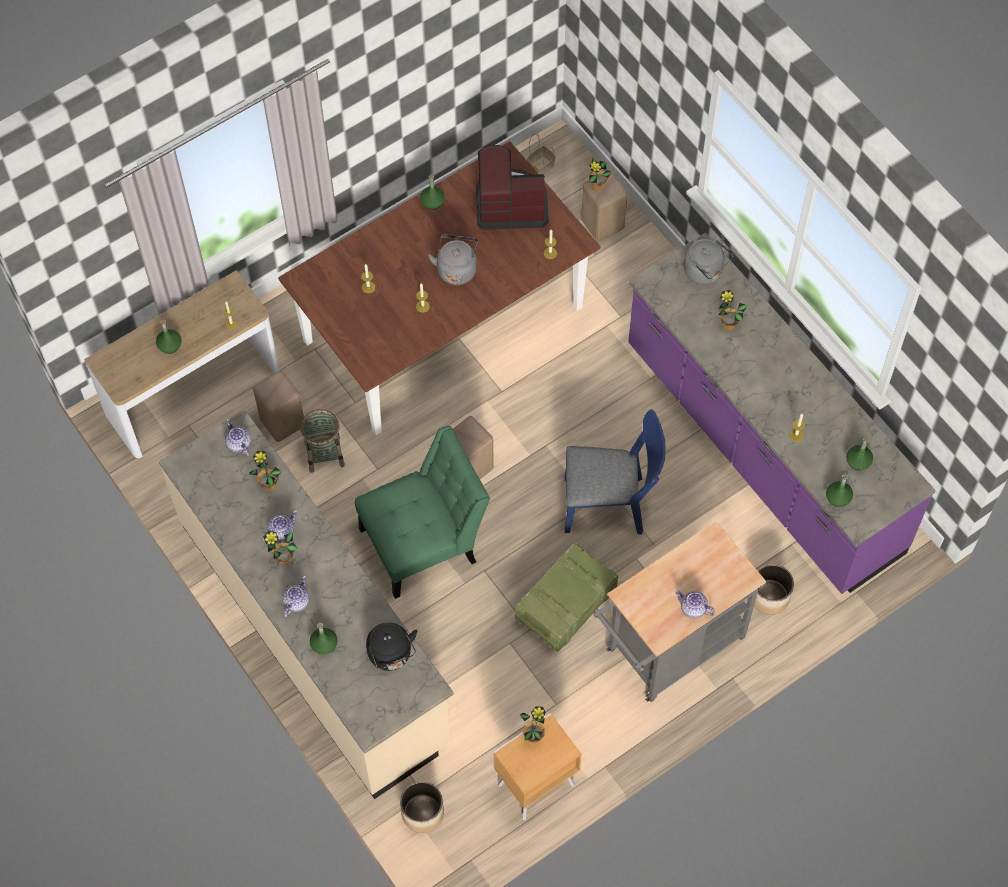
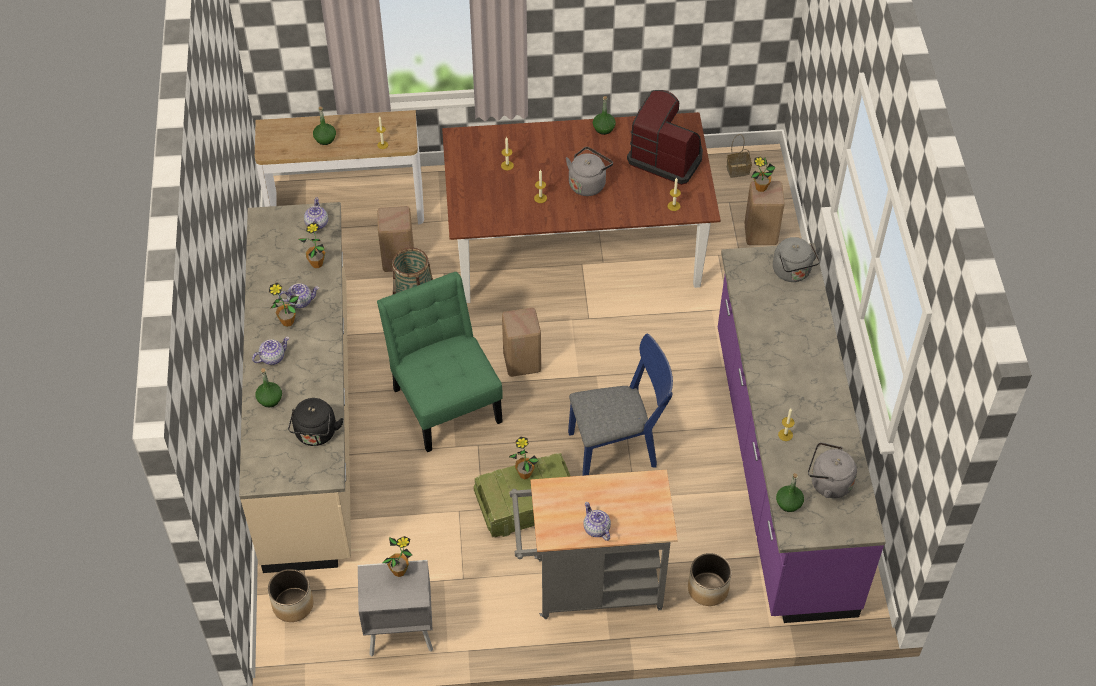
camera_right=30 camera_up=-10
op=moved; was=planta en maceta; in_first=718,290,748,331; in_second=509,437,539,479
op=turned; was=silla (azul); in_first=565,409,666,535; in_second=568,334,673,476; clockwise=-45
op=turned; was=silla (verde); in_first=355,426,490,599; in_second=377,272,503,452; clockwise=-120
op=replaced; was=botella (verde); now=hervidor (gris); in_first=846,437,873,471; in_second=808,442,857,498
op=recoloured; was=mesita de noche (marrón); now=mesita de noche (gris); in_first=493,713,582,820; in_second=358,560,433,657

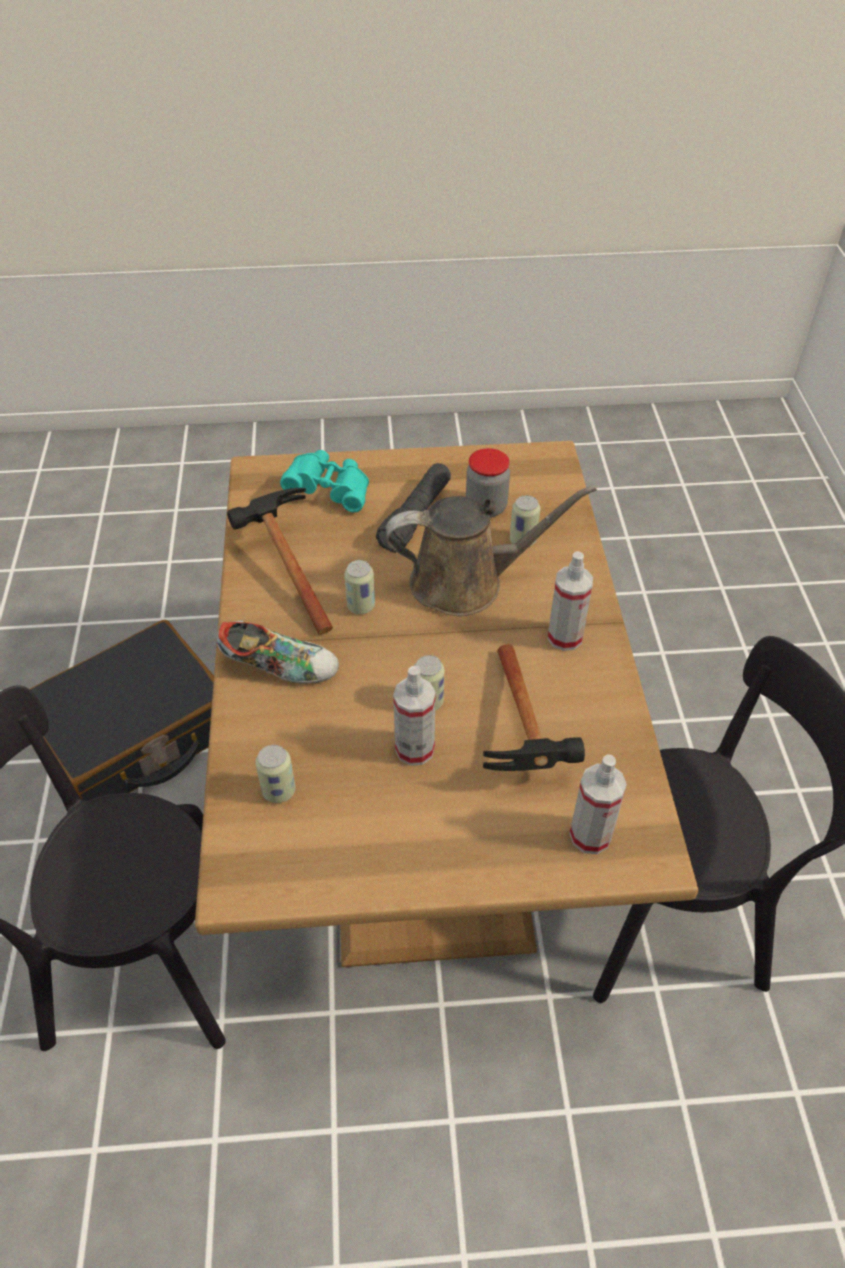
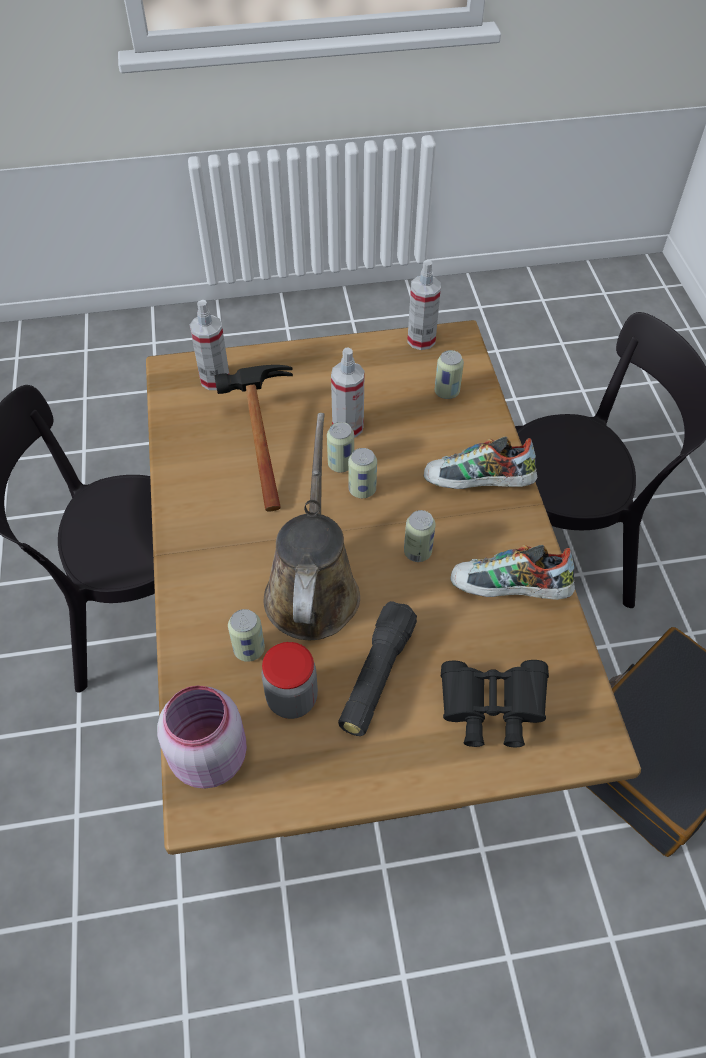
camera_right=175 camera_up=5
op=recoloured; was=prismáticos (turquesa); now=prismáticos (negro); in_first=280,450,369,512; in_second=441,660,549,747
op=turned; was=regadera (marrón); in_first=386,485,597,616; in_second=263,413,360,640; clockwise=105
op=replaced; was=martillo; now=zapato; in_first=227,488,333,635; in_second=450,545,575,600
op=moved; was=pulverizador; in_first=548,551,593,651; in_second=407,260,441,350
op=added; now=lata; in_second=348,448,377,498
op=added; now=tarro (rosa); in_second=157,686,247,789

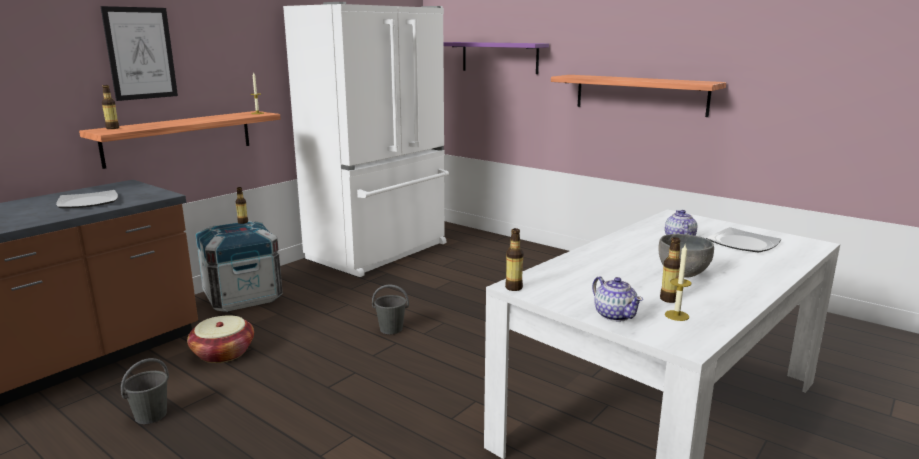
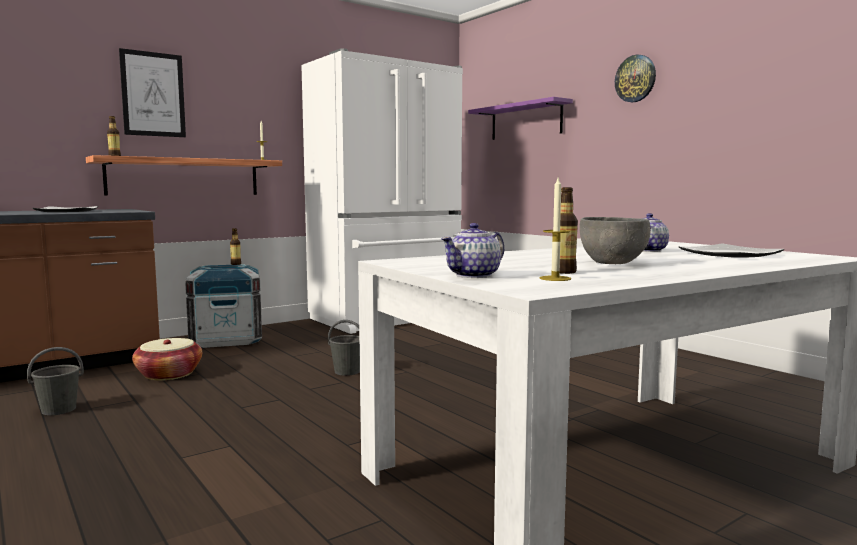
camera_right=15 camera_up=-10
op=removed; was=estante; in_first=551,75,726,117
op=removed; was=botella; in_first=505,228,523,291
op=turned; was=tetera; in_first=592,276,643,322; in_second=441,223,504,278; clockwise=60
op=added; now=reloj de pared; in_second=615,55,656,102

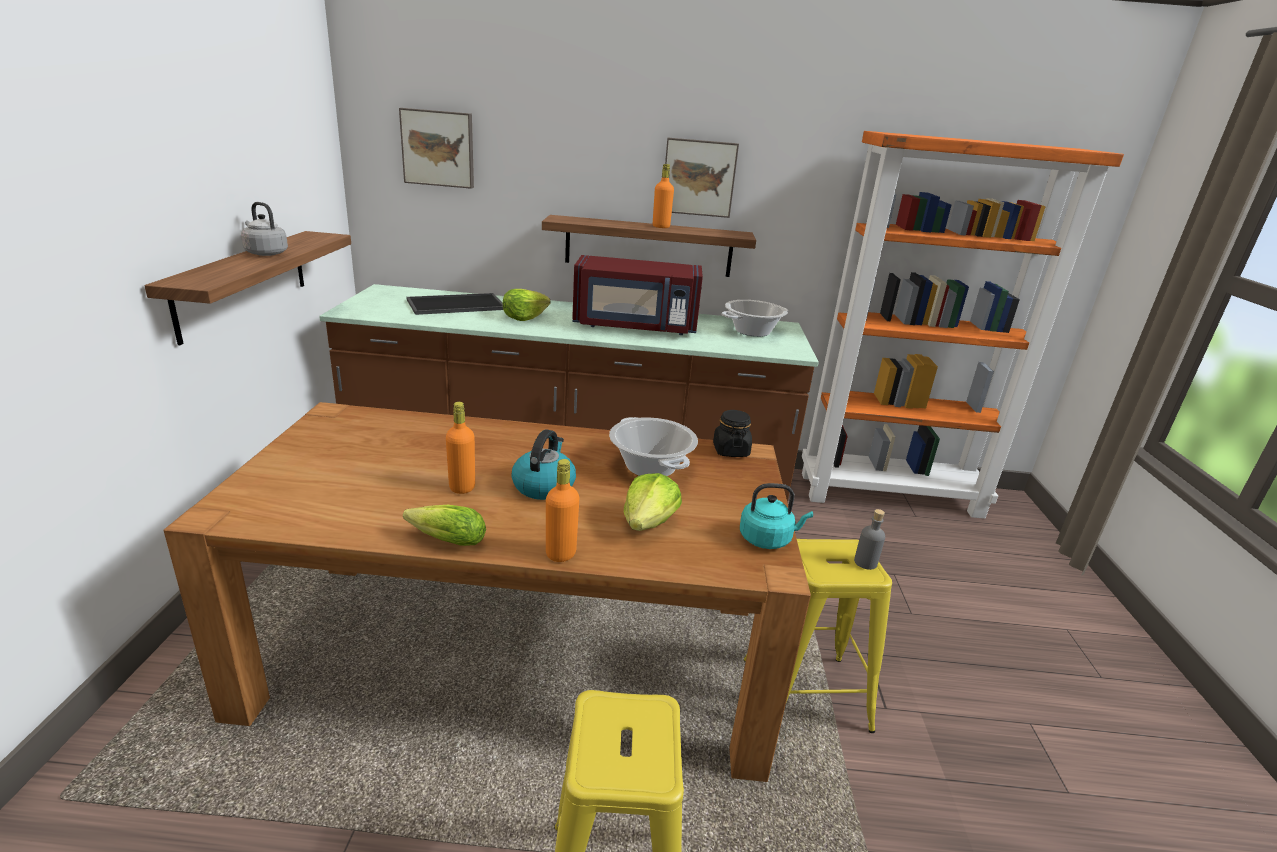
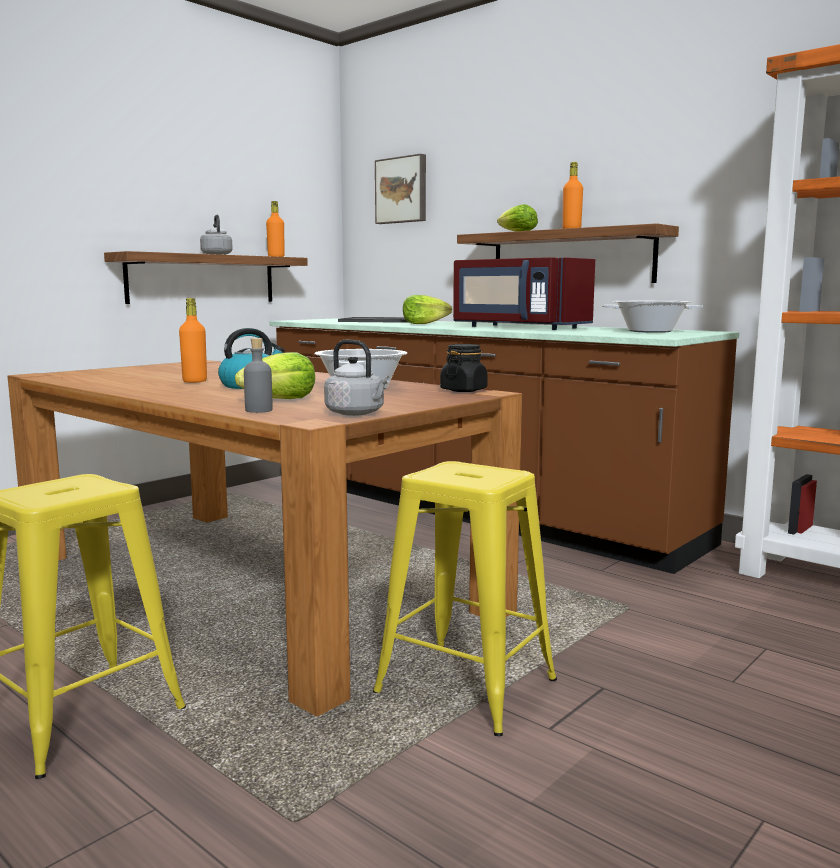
camera_right=40 camera_up=-15
op=removed; was=cuadro; in_first=665,138,739,218
op=moved; was=botella (naranja); in_first=546,459,579,562; in_second=266,201,285,257
op=recoloured; was=hervidor (turquesa); now=hervidor (gris); in_first=740,483,813,549; in_second=324,340,390,416
op=moved; was=lechuga; in_first=403,505,486,546; in_second=497,204,538,231
op=moved; was=botella (gris); in_first=854,509,885,570; in_second=244,338,272,413

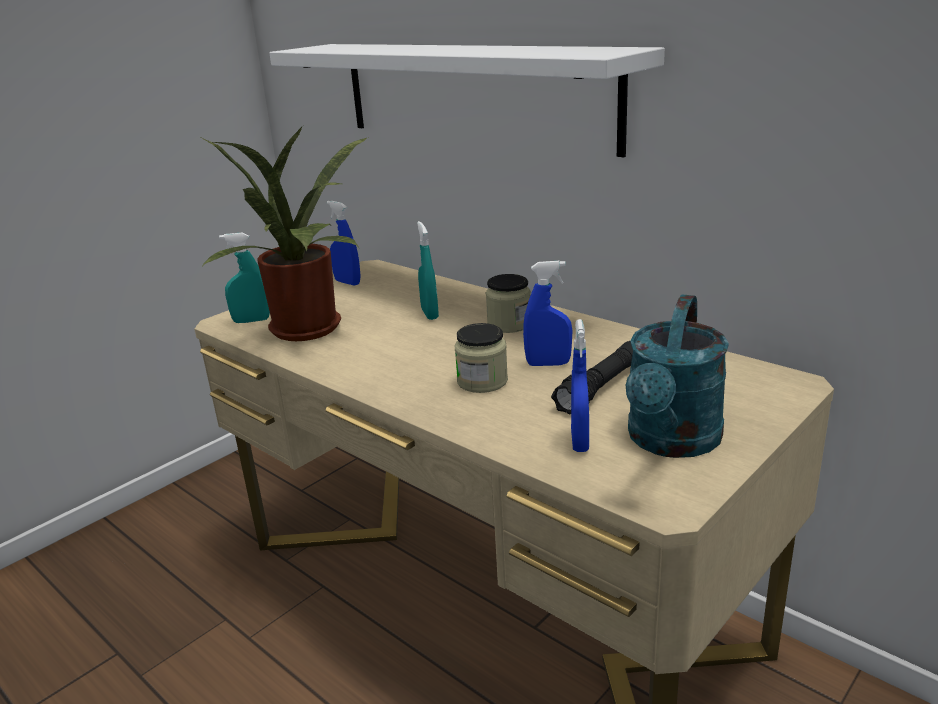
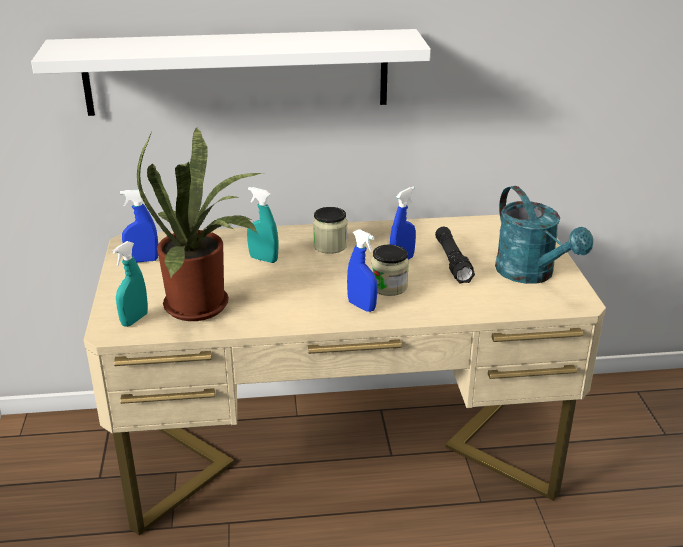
camera_right=-50 camera_up=5
op=moved; was=pulverizador (azul); in_first=571,319,589,452; in_second=347,229,377,312

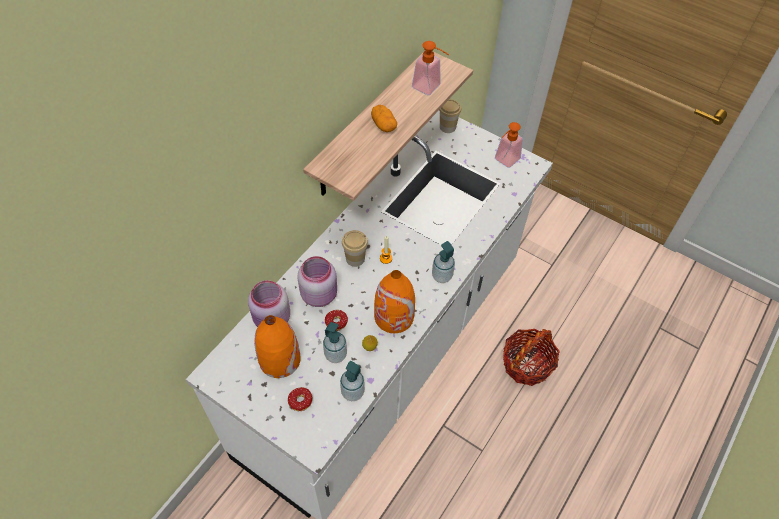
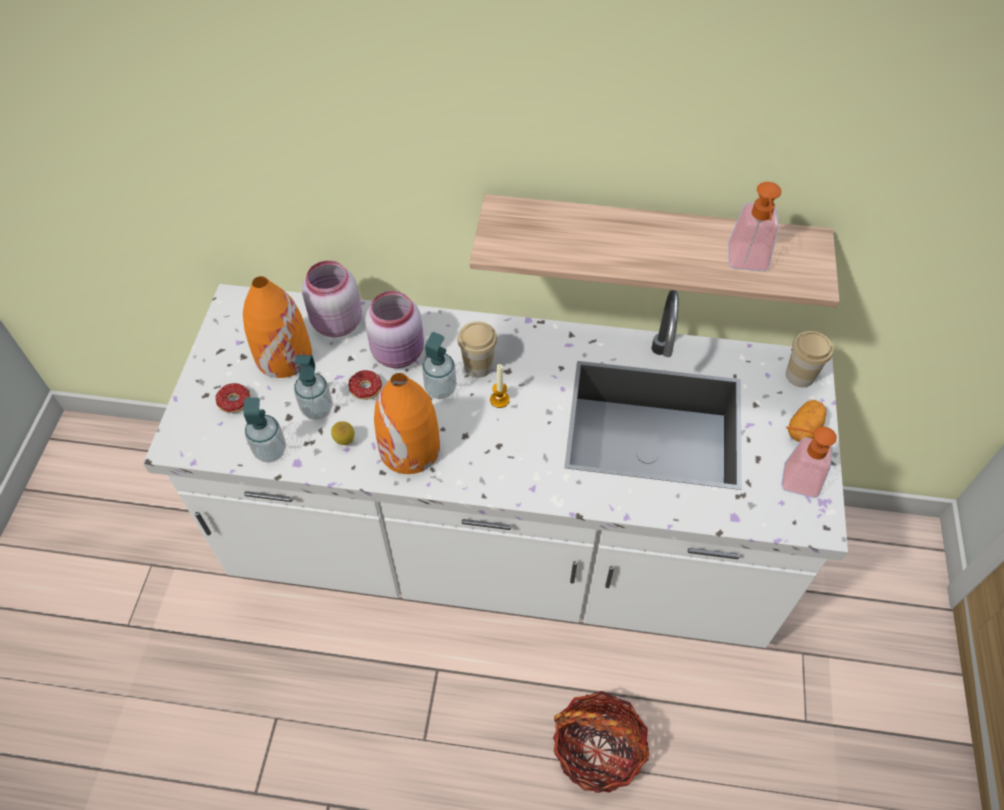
camera_right=65 camera_up=0
op=moved; was=patata; in_first=371,105,397,132; in_second=788,400,826,442
op=moved; was=dispensador de jabón; in_first=432,241,455,283; in_second=422,332,457,399

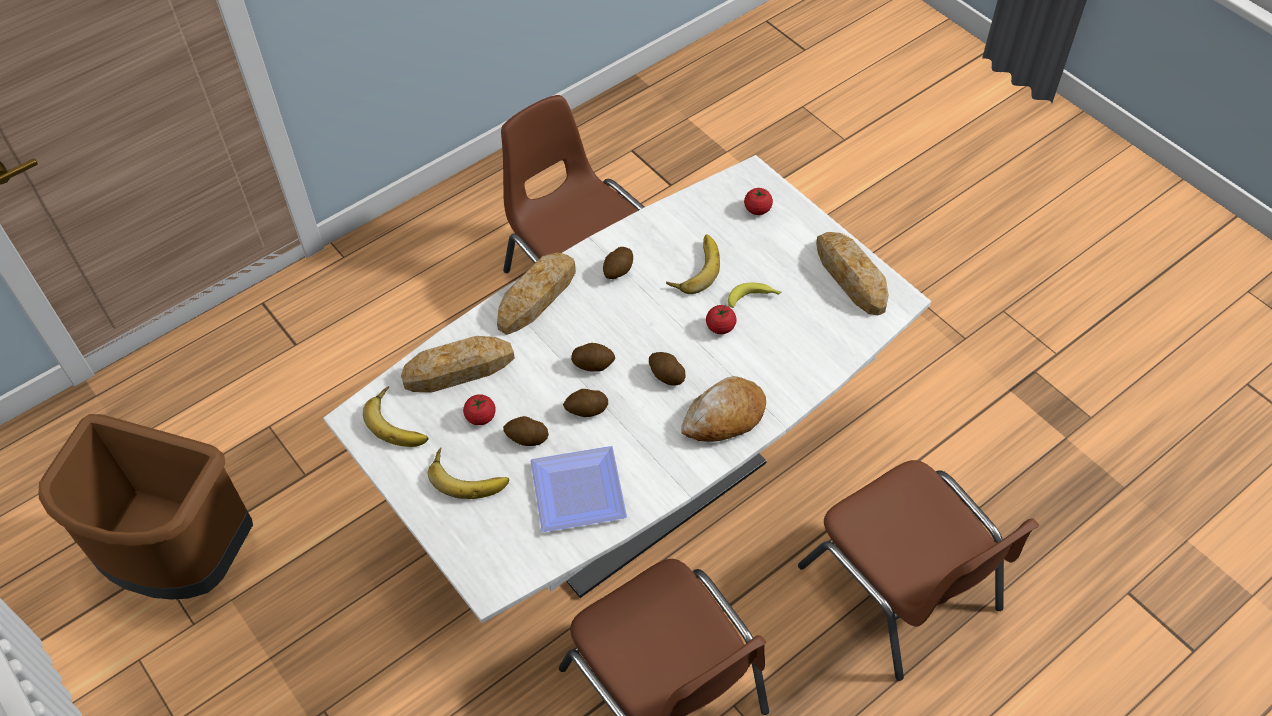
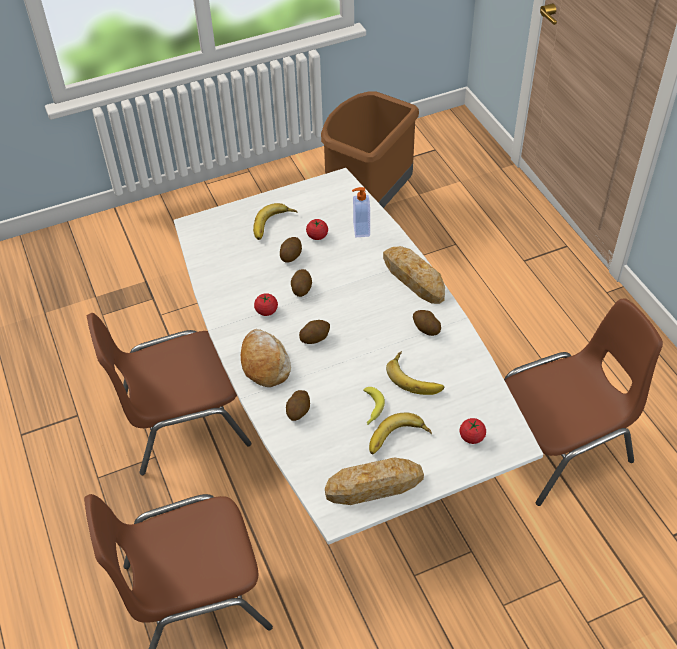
camera_right=105 camera_up=-5
op=moved; was=tomate; in_first=706,305,736,334; in_second=254,293,278,316
op=replaced; was=pan; now=dispensador de jabón; in_first=401,336,515,393; in_second=352,187,370,237
op=moved; was=patata; in_first=571,343,615,372; in_second=286,390,310,421
op=moved; was=plátano; in_first=363,386,429,447; in_second=369,412,432,454
op=removed; was=plato; in_first=530,446,627,532

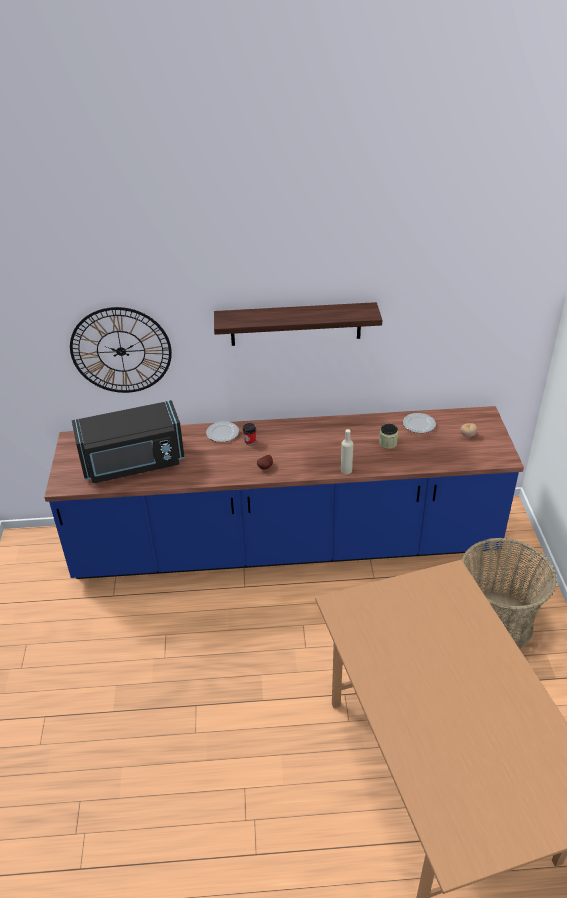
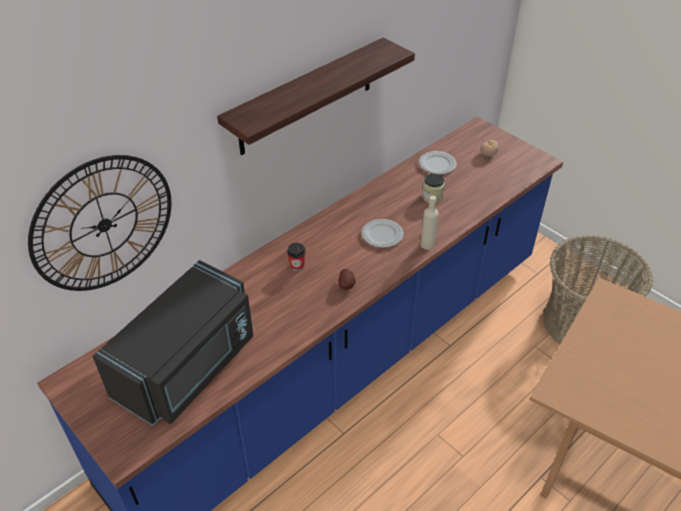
camera_right=-40 camera_up=5
op=moved; was=plato; in_first=206,421,239,442; in_second=361,219,404,248

